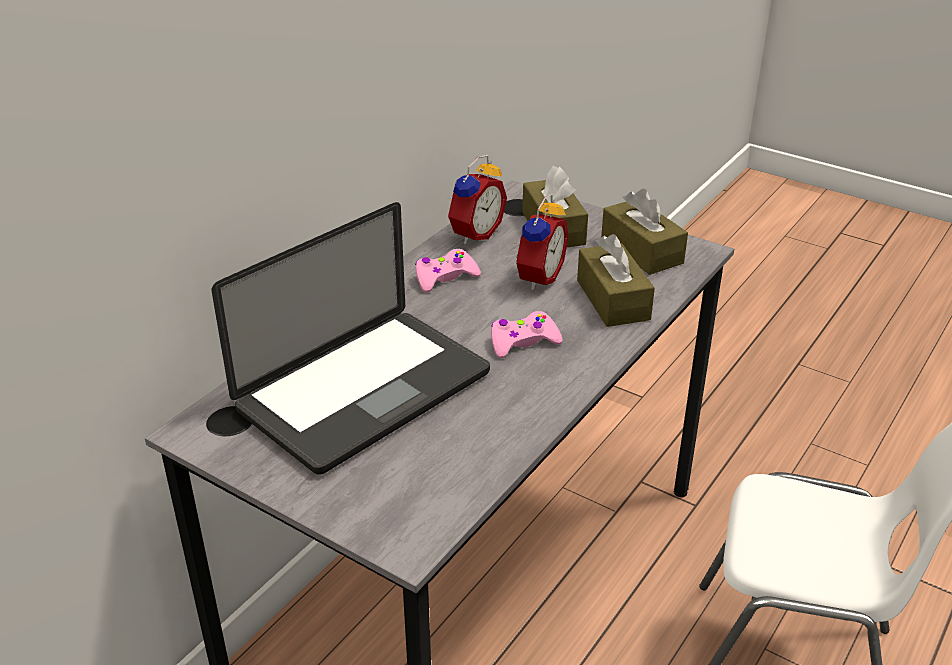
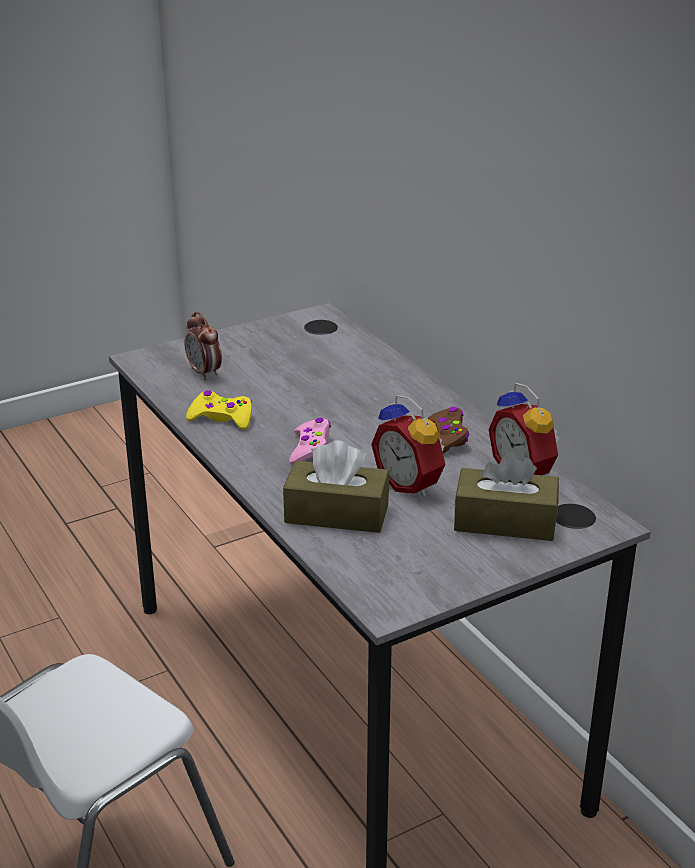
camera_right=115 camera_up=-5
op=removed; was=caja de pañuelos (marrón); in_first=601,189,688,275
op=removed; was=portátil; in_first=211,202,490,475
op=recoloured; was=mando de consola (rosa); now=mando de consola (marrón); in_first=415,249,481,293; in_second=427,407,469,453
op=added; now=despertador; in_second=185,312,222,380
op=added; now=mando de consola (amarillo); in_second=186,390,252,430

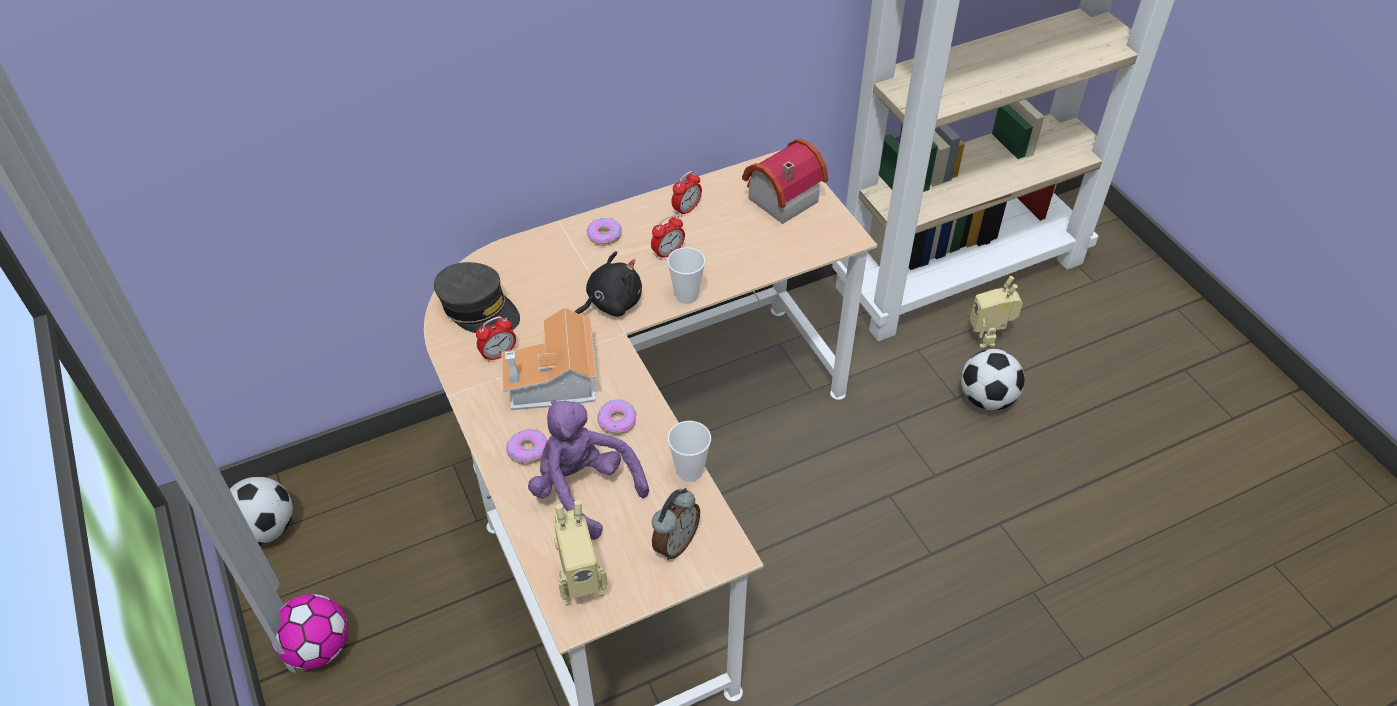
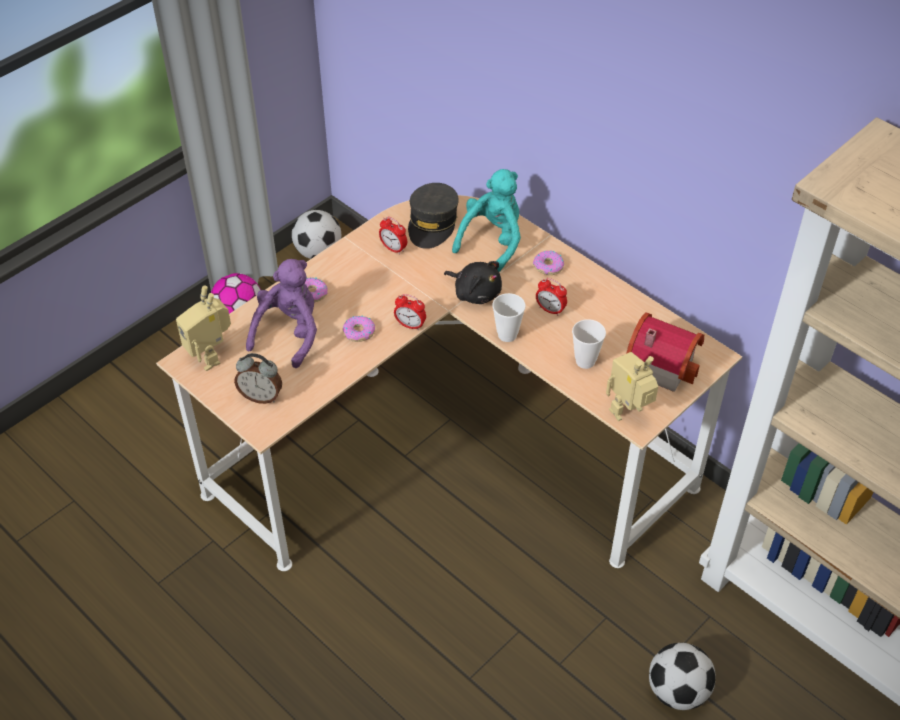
camera_right=70 camera_up=0
op=moved; was=despertador; in_first=672,171,702,217; in_second=394,294,426,331
op=moved; was=robot de juguete; in_first=970,276,1023,348; in_second=606,352,658,421
op=removed; was=casita; in_first=501,307,597,410
op=moved; was=taza; in_first=668,421,711,482; in_second=572,319,606,369
op=added; now=peluche (turquesa); in_second=452,169,521,272

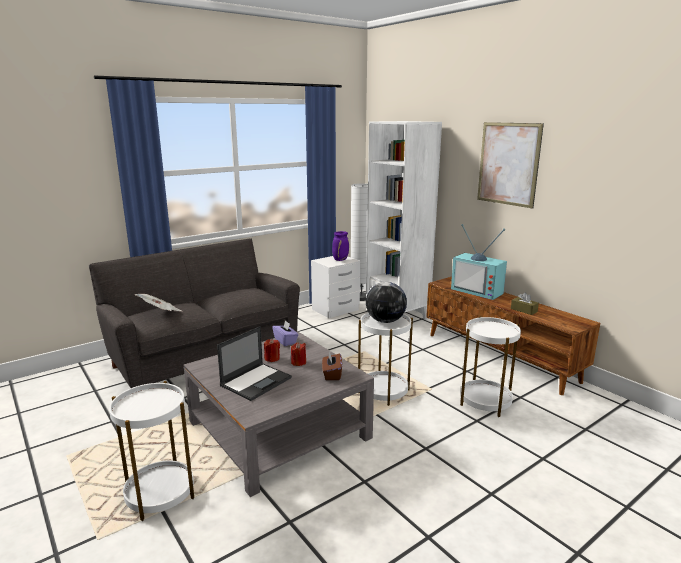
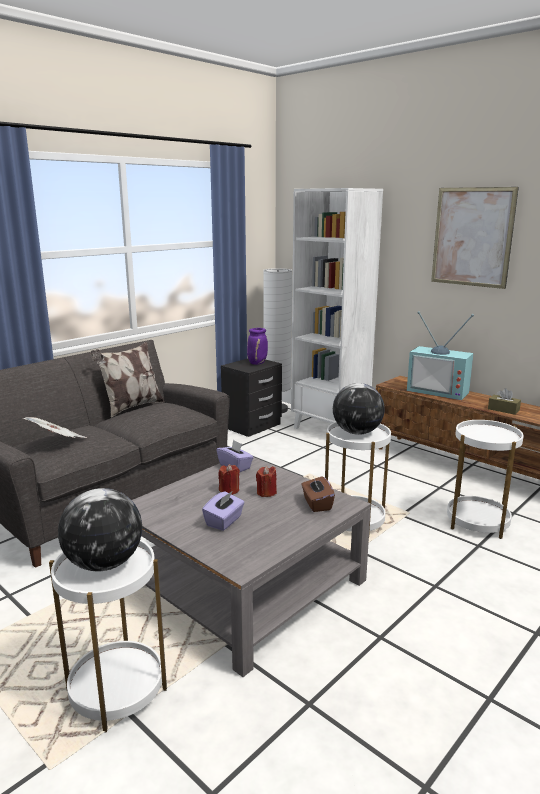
camera_right=-10 camera_up=0
op=recoloured; was=mesita de noche (blanco); now=mesita de noche (negro); in_first=311,256,360,318; in_second=221,359,282,437
op=replaced; was=portátil; now=caja de pañuelos (morado); in_first=217,326,292,401; in_second=202,491,245,531
op=added; now=cojín; in_second=91,342,164,418
op=added; now=globo terráqueo; in_second=58,488,142,572

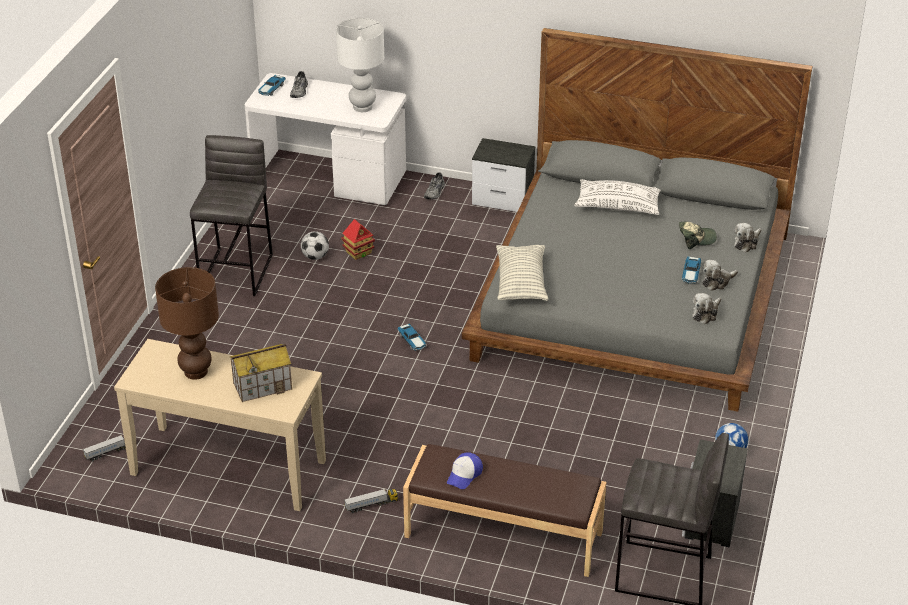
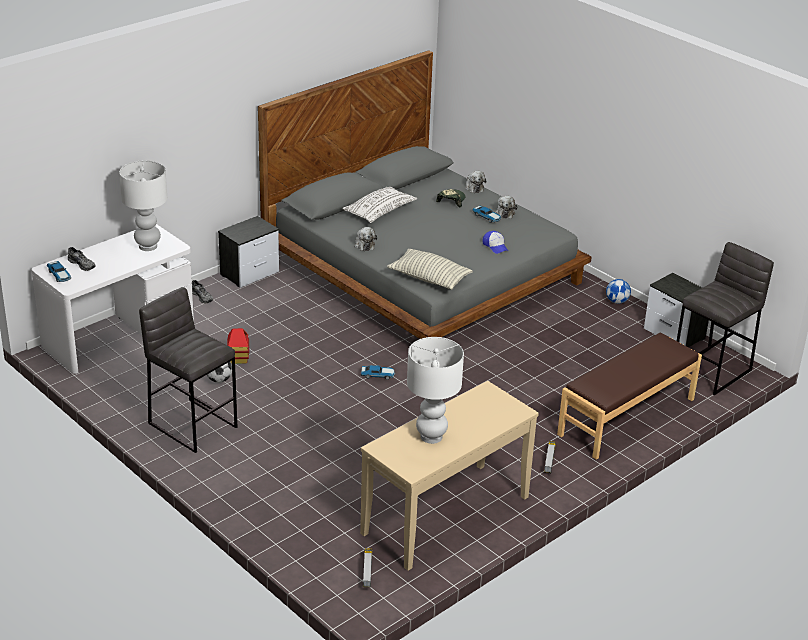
camera_right=-60 camera_up=-5
op=recoloured; was=lámpara de mesa (marrón); now=lámpara de mesa (blanco); in_first=155,267,219,380; in_second=407,337,464,444
op=moved; was=peluche; in_first=692,293,721,324; in_second=354,227,377,251
op=removed; was=casita; in_first=230,344,292,402
op=moved; was=gorra; in_first=447,452,483,489; in_second=483,231,508,254

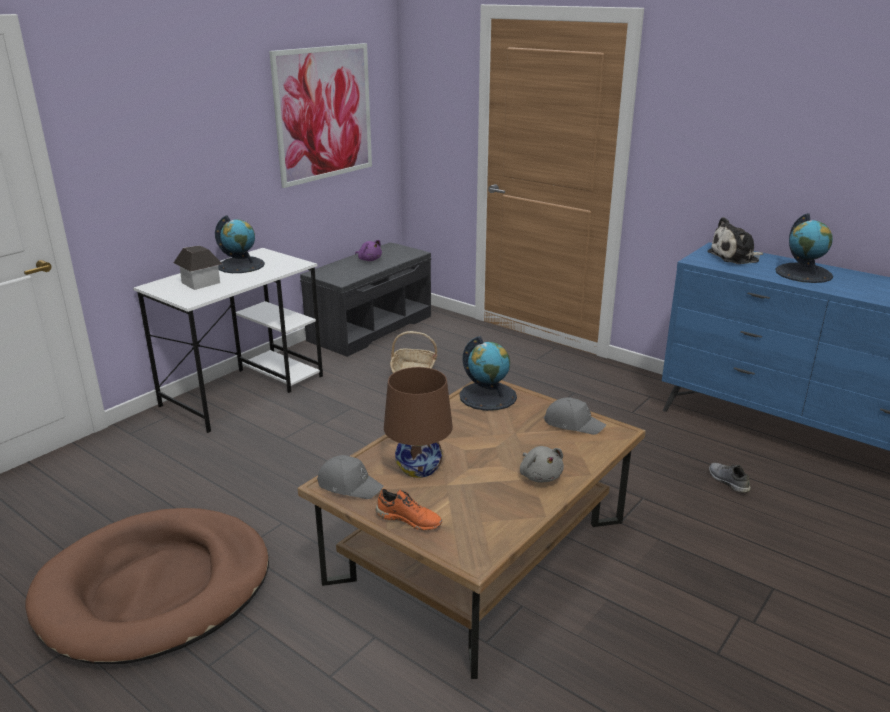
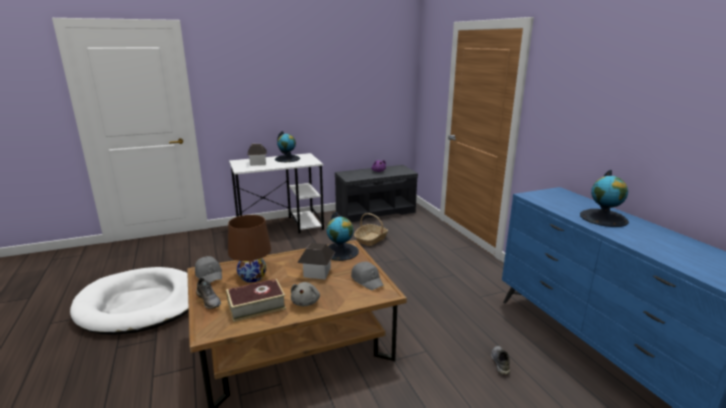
camera_right=30 camera_up=-5
op=removed; was=cuadro; in_first=269,43,372,188
op=removed; was=peluche; in_first=707,217,763,264
op=recoloured; was=zapato (naranja); now=zapato (gris); in_first=376,489,442,530; in_second=196,278,221,309
op=recoloured; was=cama para perro (marrón); now=cama para perro (blanco); in_first=25,508,269,664; in_second=70,267,189,335
op=added; now=casita; in_second=297,243,335,280
op=added; now=libro; in_second=226,278,286,322

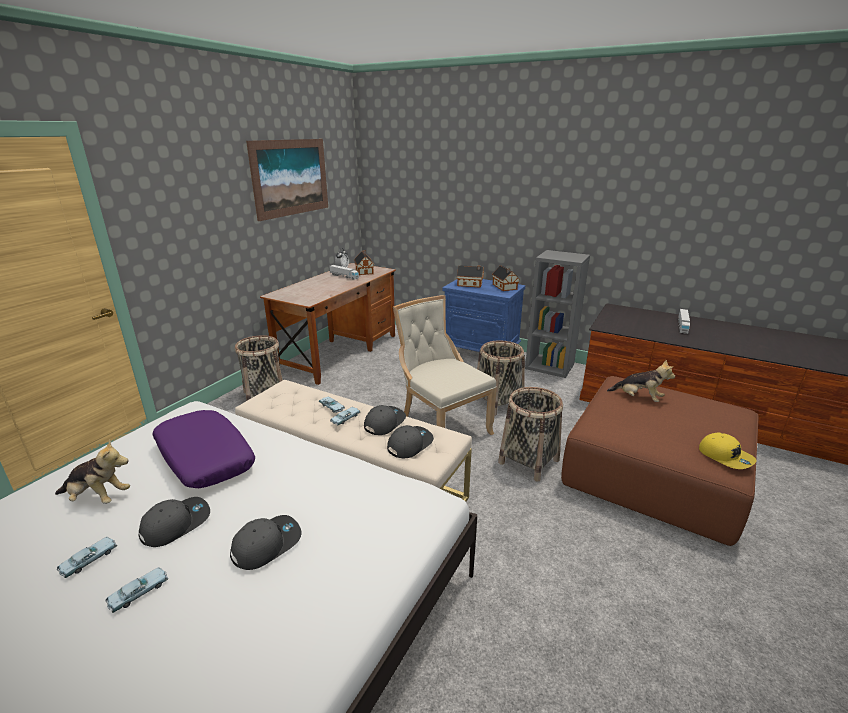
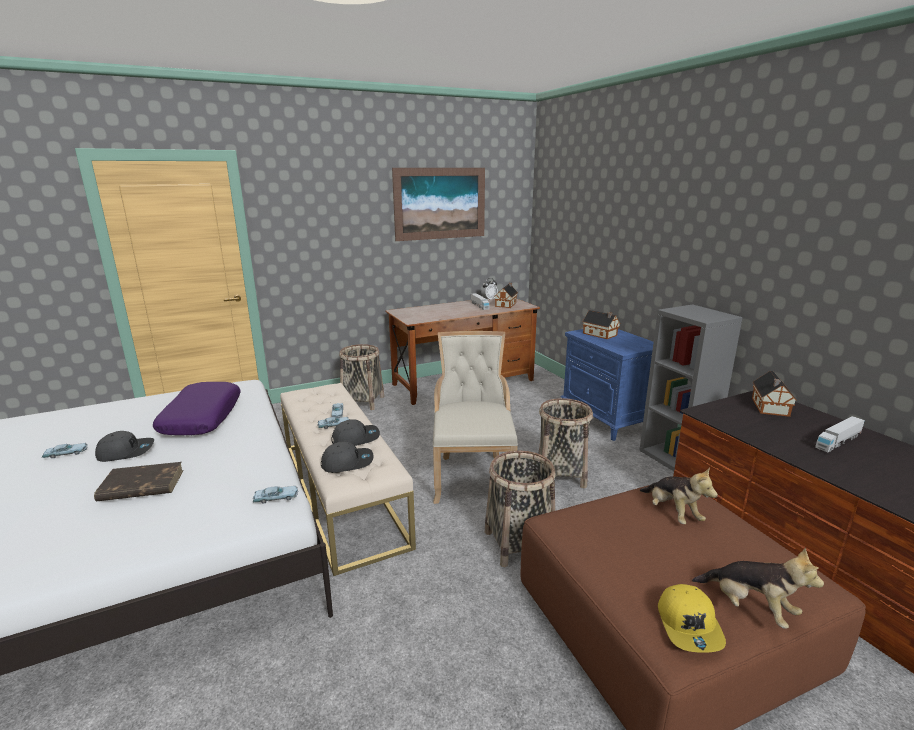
camera_right=35 camera_up=-5
op=moved; was=casita; in_first=492,265,519,291; in_second=752,371,797,417
op=moved; was=peluche; in_first=55,439,130,504; in_second=692,548,824,629
op=replaced; was=gorra (gris); now=libro (marrón); in_first=230,515,302,570; in_second=94,462,184,501
op=moved; was=coche de juguete (azul); in_first=106,567,168,613; in_second=253,486,298,504

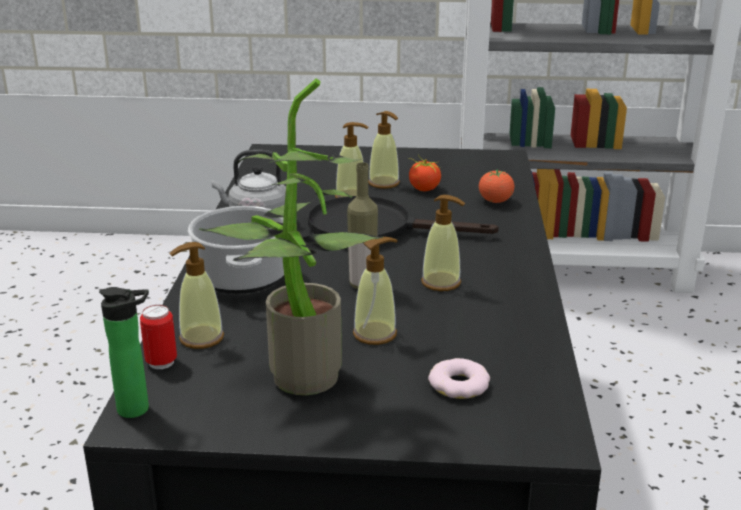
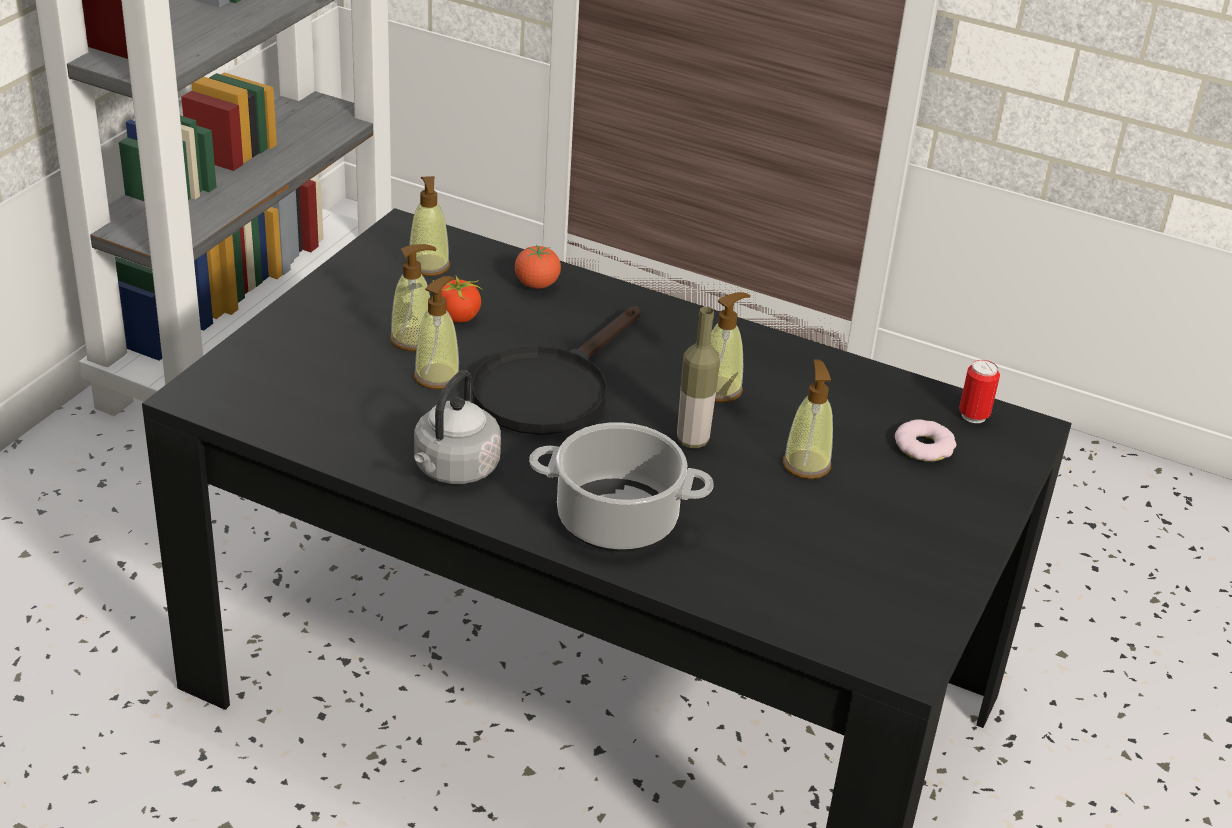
camera_right=-70 camera_up=10
op=removed; was=planta en maceta; in_first=199,78,384,395
op=moved; was=dispensador de jabón; in_first=169,242,224,349; in_second=409,176,450,277
op=removed; was=botella; in_first=99,287,149,418
op=moved; was=lata; in_first=140,305,177,369; in_second=959,360,1000,423

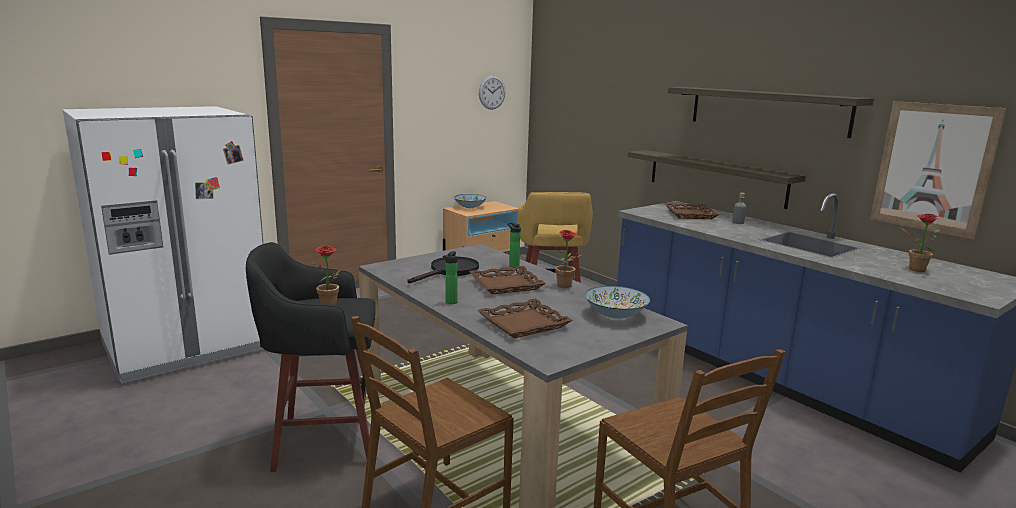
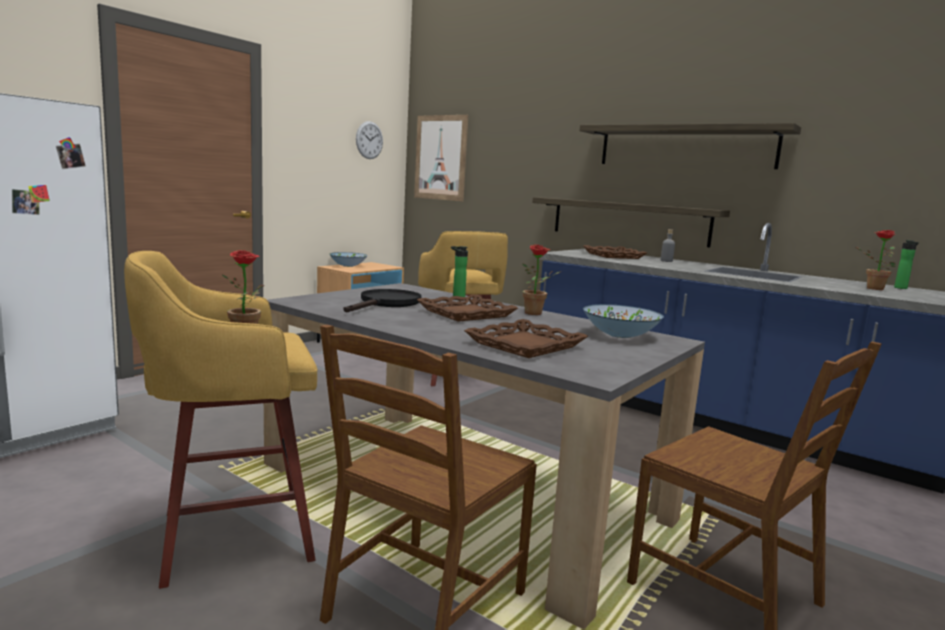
camera_right=-15 camera_up=-5
op=moved; was=cuadro; in_first=870,101,1007,240; in_second=414,115,468,201
op=recoloured; was=taburete (negro); now=taburete (amarillo); in_first=246,242,376,472; in_second=124,251,317,589
op=moved; was=botella; in_first=443,251,458,304; in_second=894,240,919,289

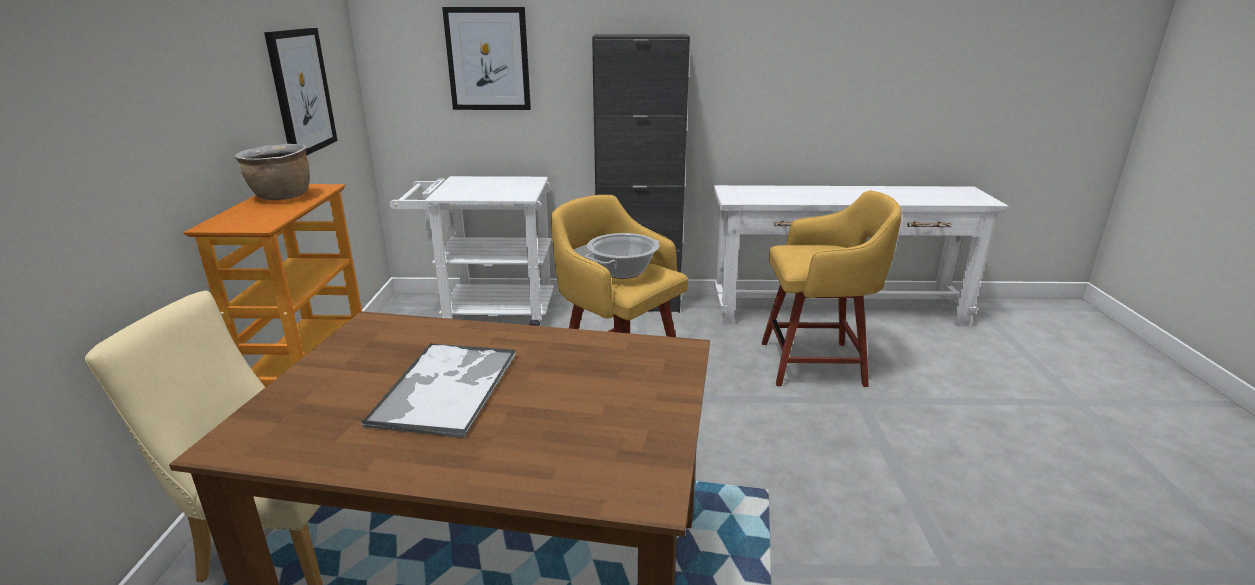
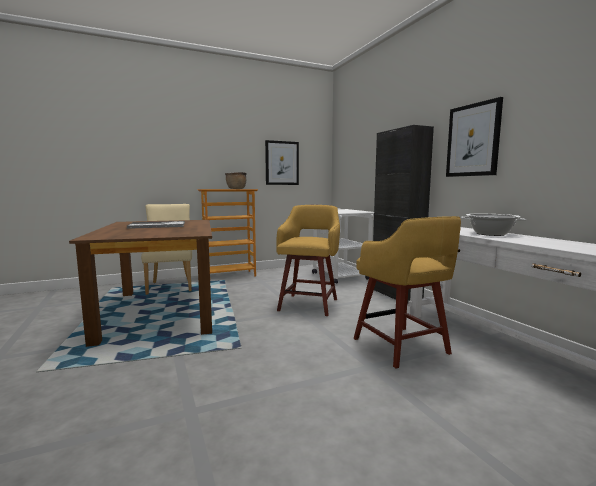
camera_right=65 camera_up=-15
op=moved; was=cuadro; in_first=442,7,531,110; in_second=446,97,503,177
op=moved; was=olla; in_first=585,233,659,279; in_second=461,214,526,236

